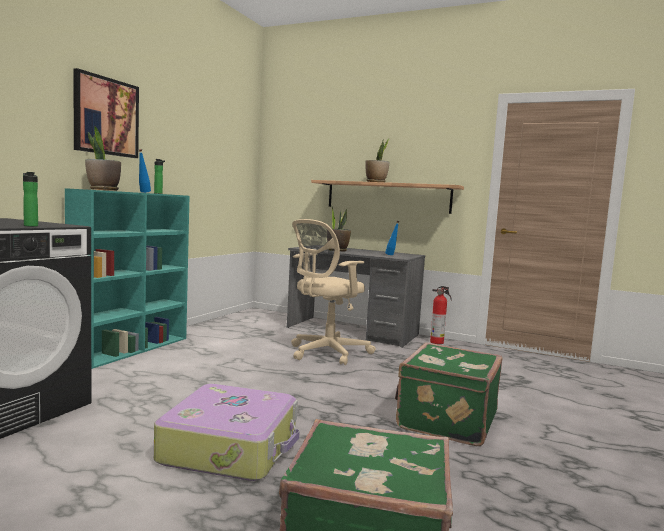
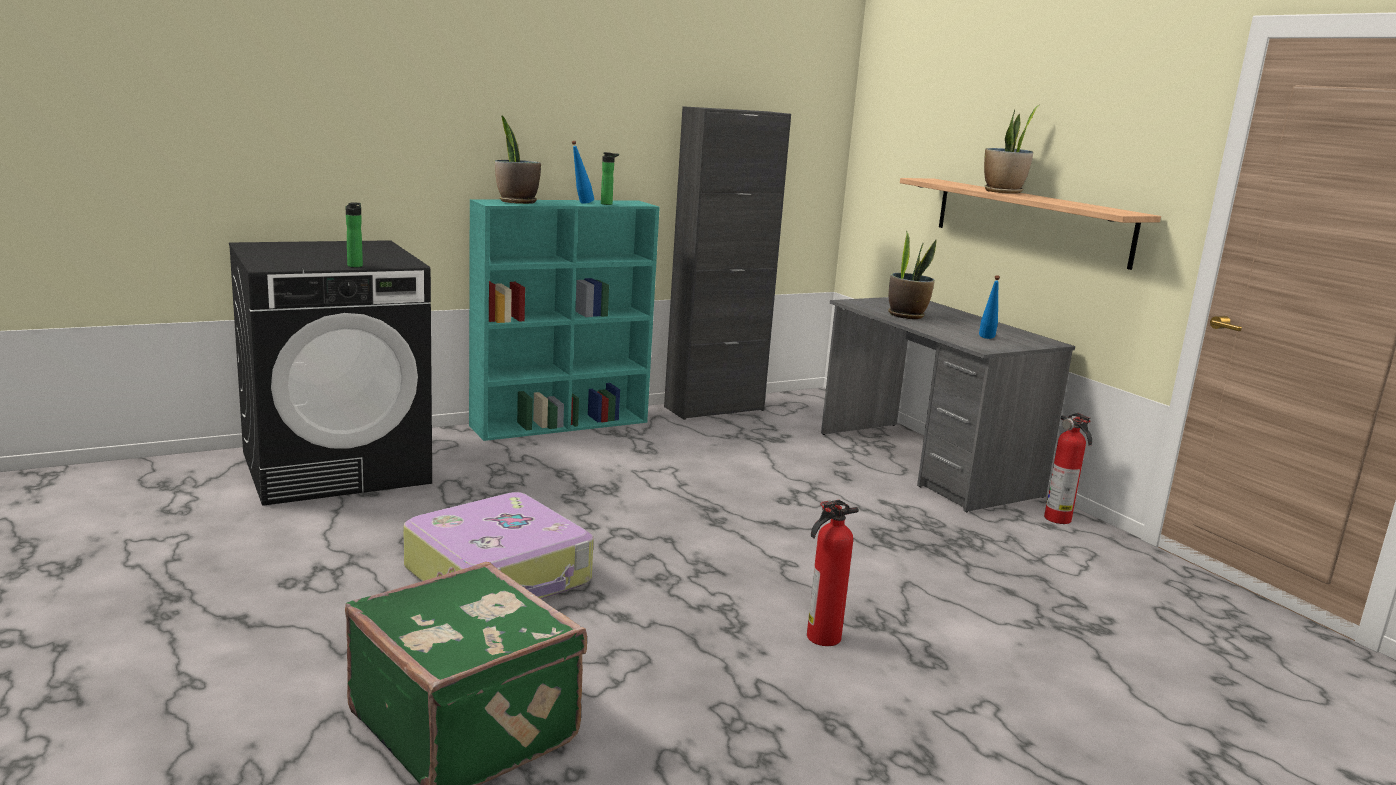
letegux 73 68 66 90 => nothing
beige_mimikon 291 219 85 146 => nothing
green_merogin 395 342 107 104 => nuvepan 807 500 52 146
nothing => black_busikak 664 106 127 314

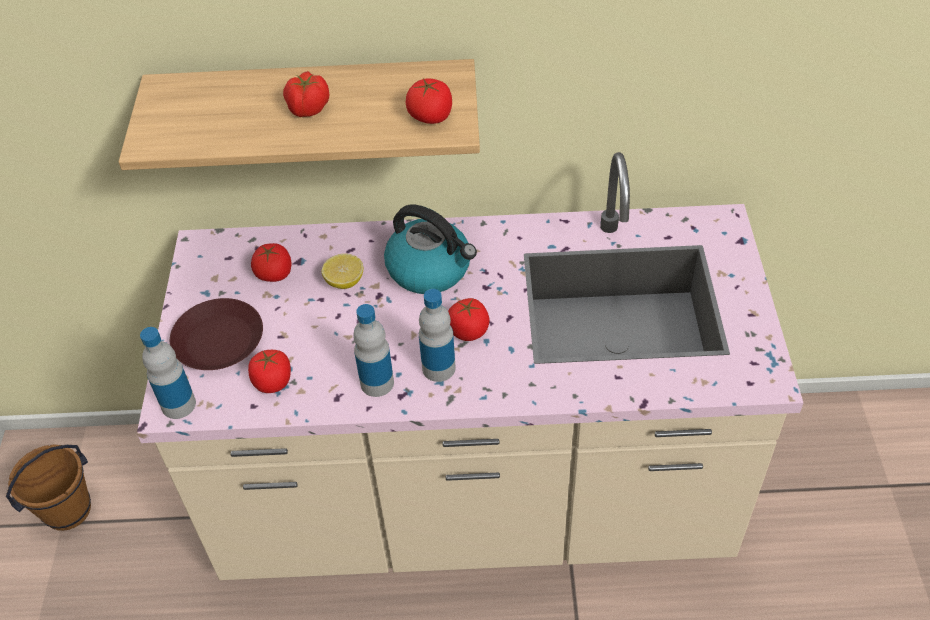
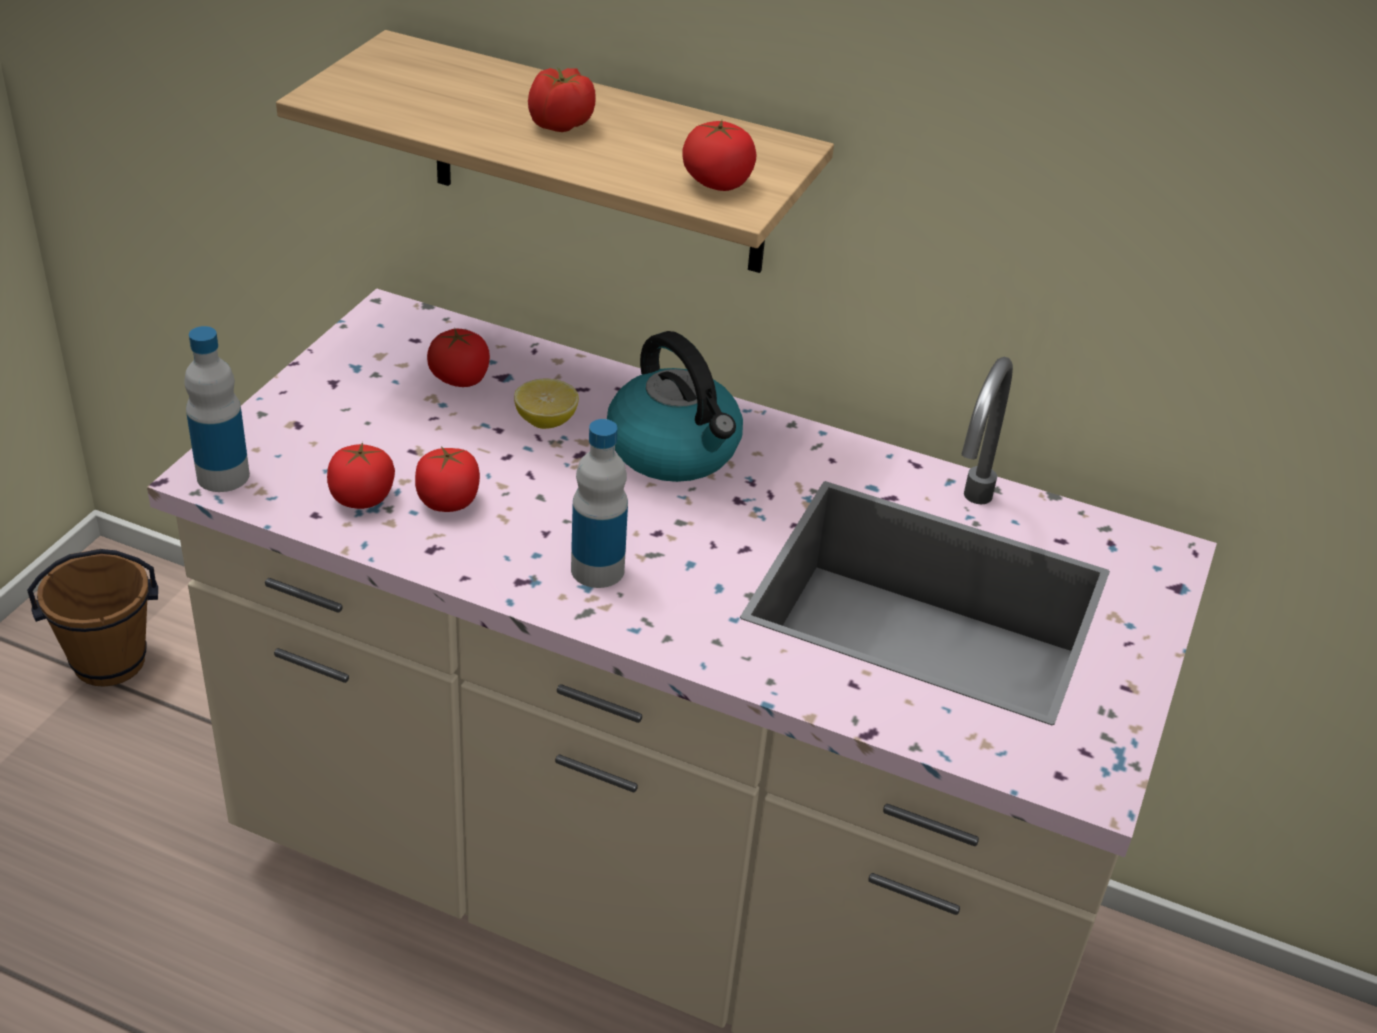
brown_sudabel 170 298 93 72 => nothing
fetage 448 298 41 43 => fetage 415 446 65 66, relocated
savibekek 353 304 41 93 => nothing

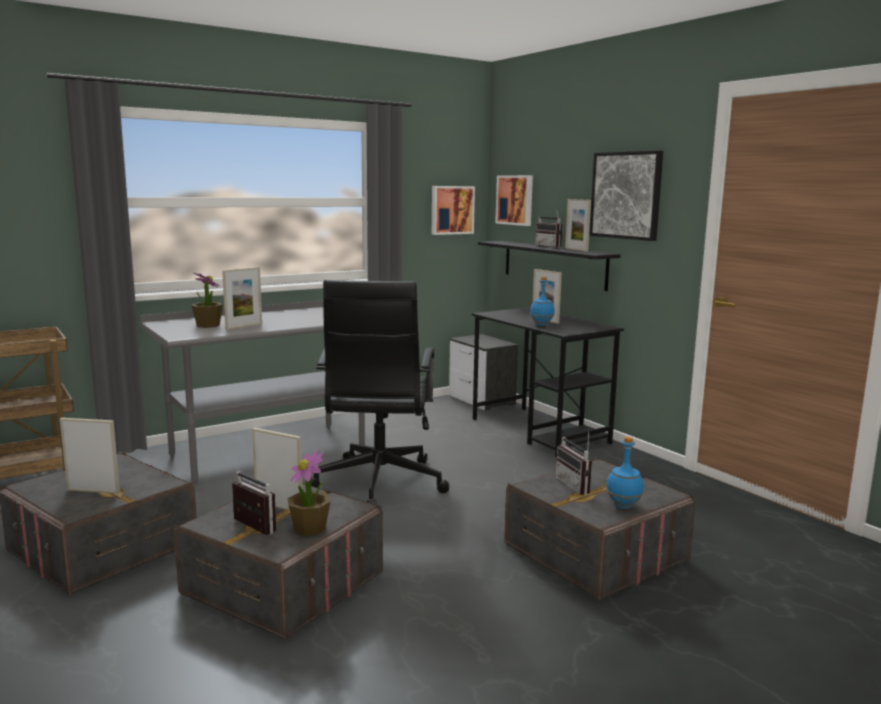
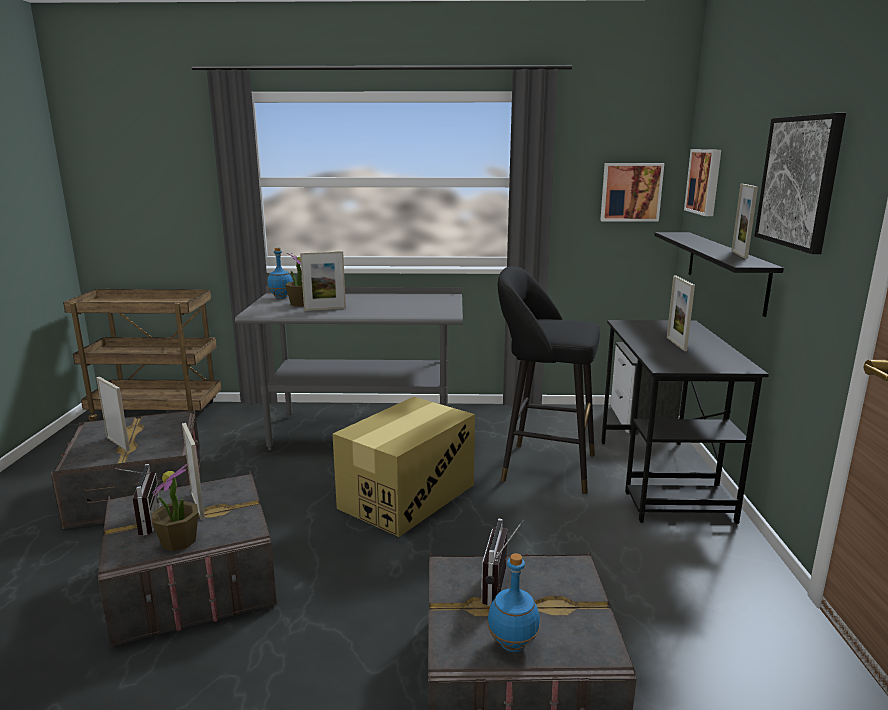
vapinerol 535 209 27 39 => nothing
blue_savibekek 530 277 25 49 => blue_savibekek 267 248 26 51, relocated
black_mimikon 311 280 138 225 => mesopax 332 397 143 140
nothing => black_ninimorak 498 266 102 228

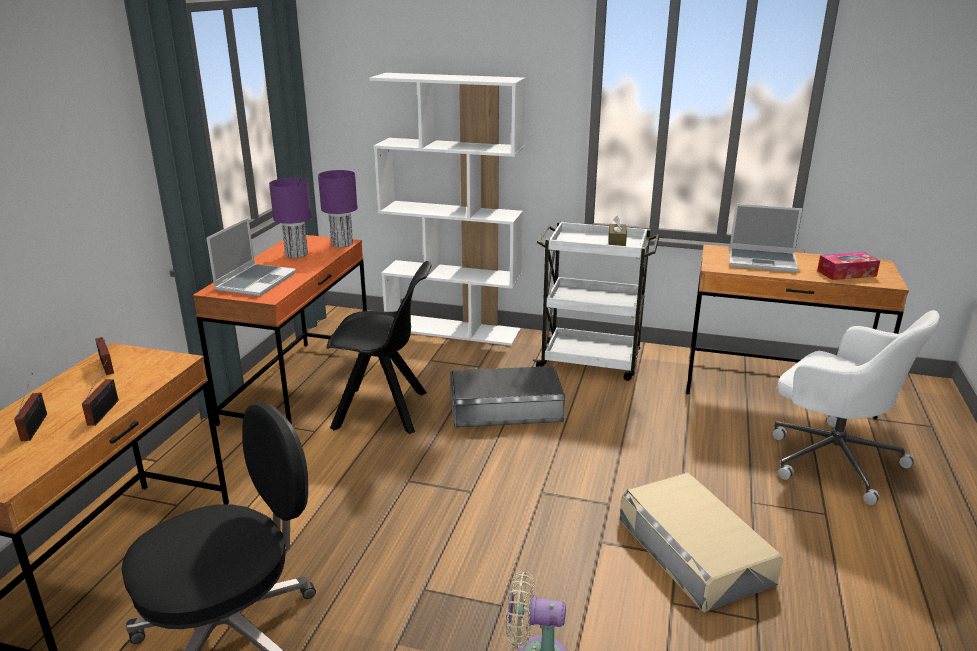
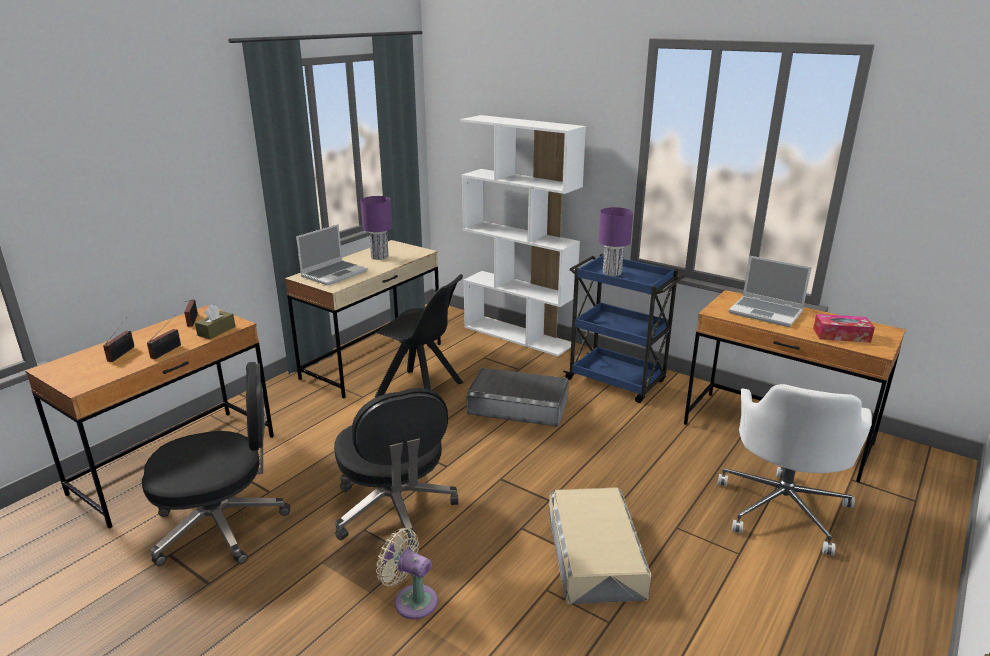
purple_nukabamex 318 170 39 78 => purple_nukabamex 599 207 34 69, relocated
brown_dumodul 608 216 19 30 => brown_dumodul 195 305 41 34, relocated
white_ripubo 533 221 127 160 => blue_ripubo 563 254 121 149
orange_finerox 193 235 174 191 => beige_finerox 285 240 156 159
white_mimikon 773 310 167 195 => white_mimikon 718 384 154 172, 45 degrees clockwise
nothing => black_mimikon 334 388 125 162

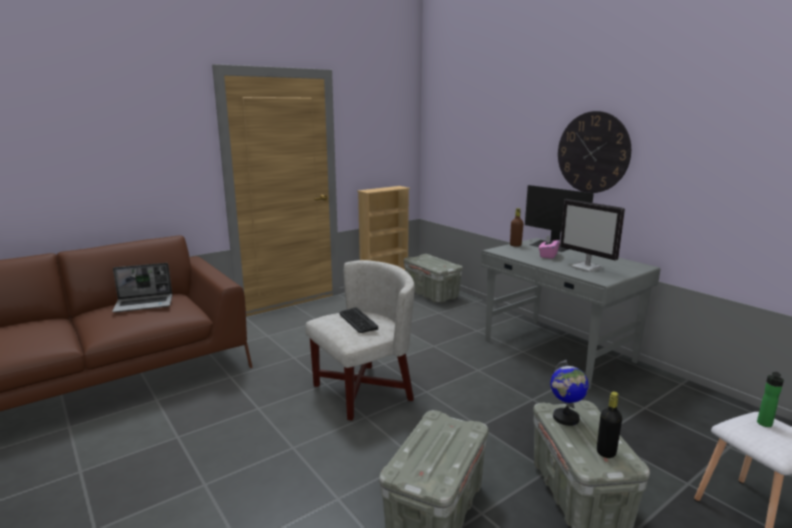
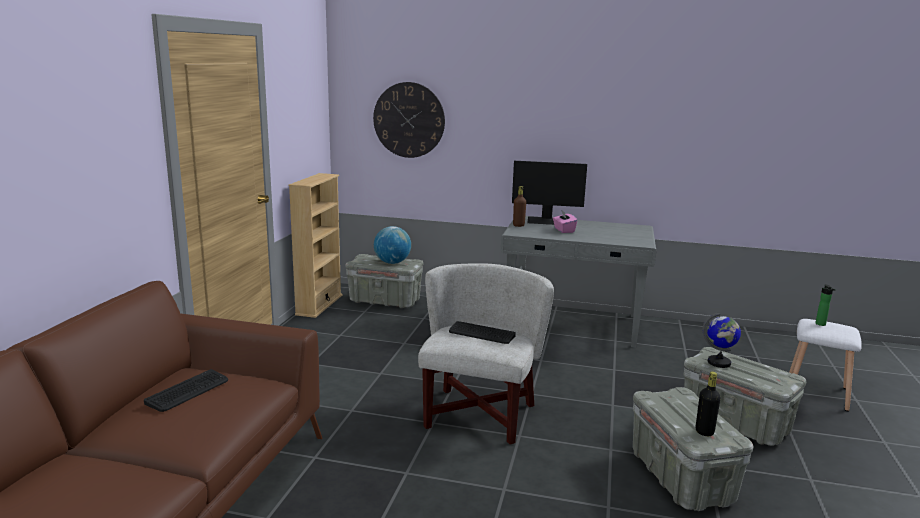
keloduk 558 111 73 82 => keloduk 373 82 72 76, relocated
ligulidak 560 199 65 73 => nothing
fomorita 112 263 60 49 => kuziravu 144 369 84 43
black_savibekek 597 392 25 66 => black_savibekek 696 371 25 65, relocated
nothing => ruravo 374 226 37 38

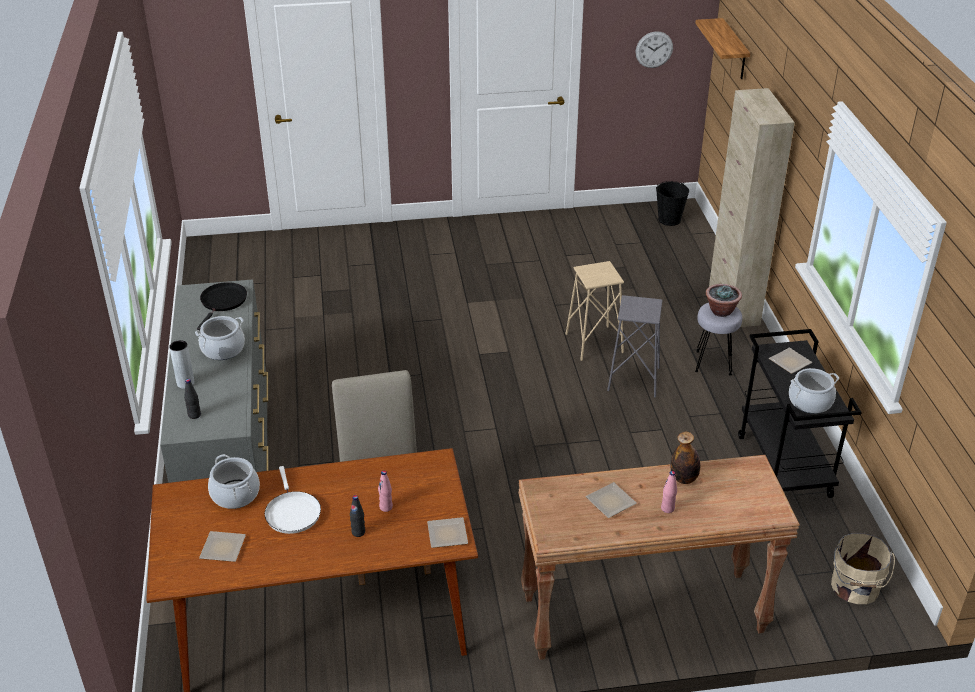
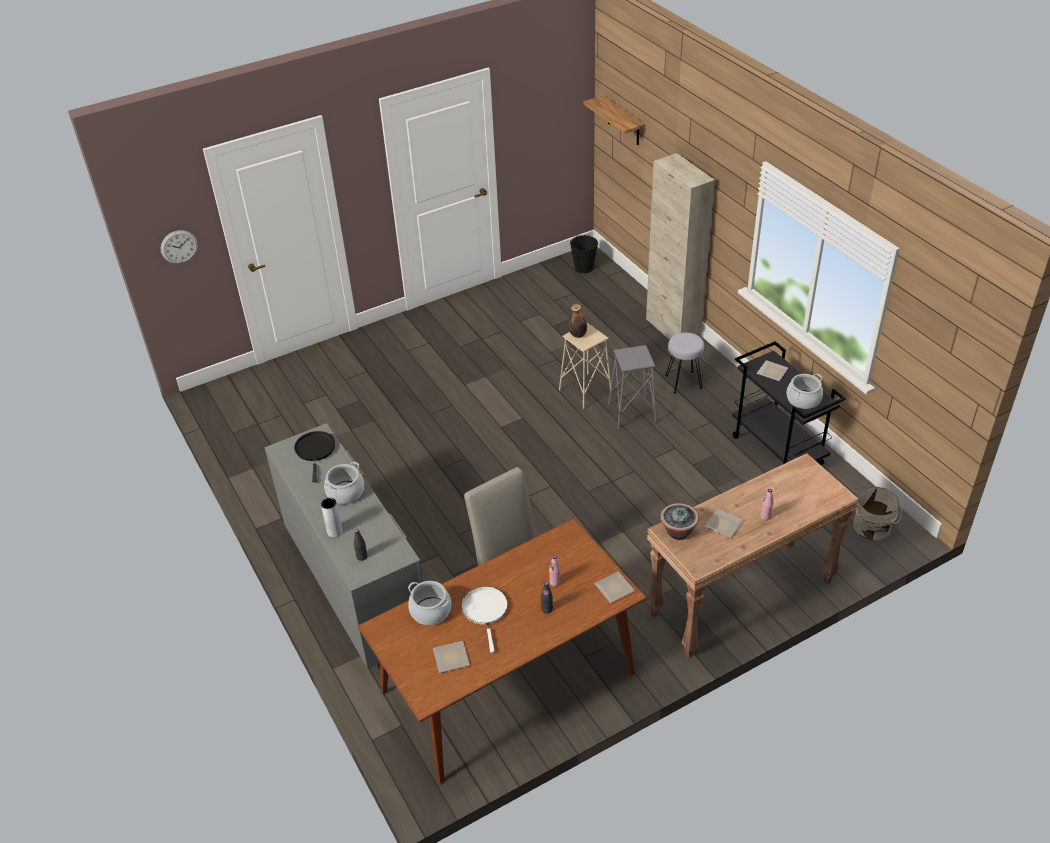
keloduk 636 31 37 37 => keloduk 160 230 38 34, relocated
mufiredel 706 284 36 33 => mufiredel 660 503 39 37, relocated
savibekek 670 432 30 52 => savibekek 568 304 19 34, relocated
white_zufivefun 264 466 57 68 => white_zufivefun 461 586 47 67, 150 degrees counterclockwise

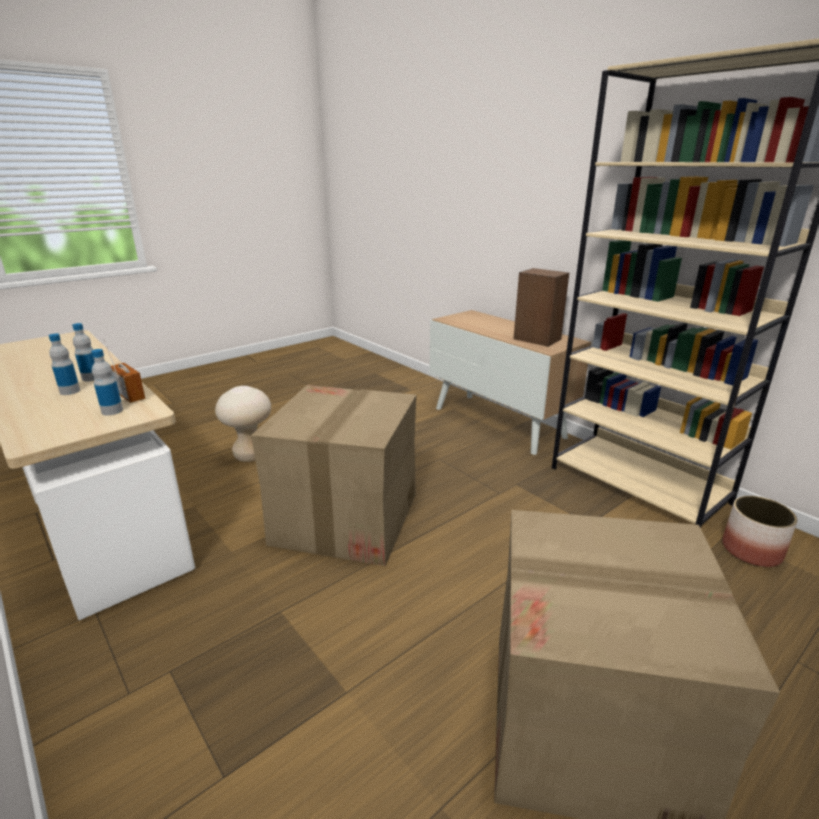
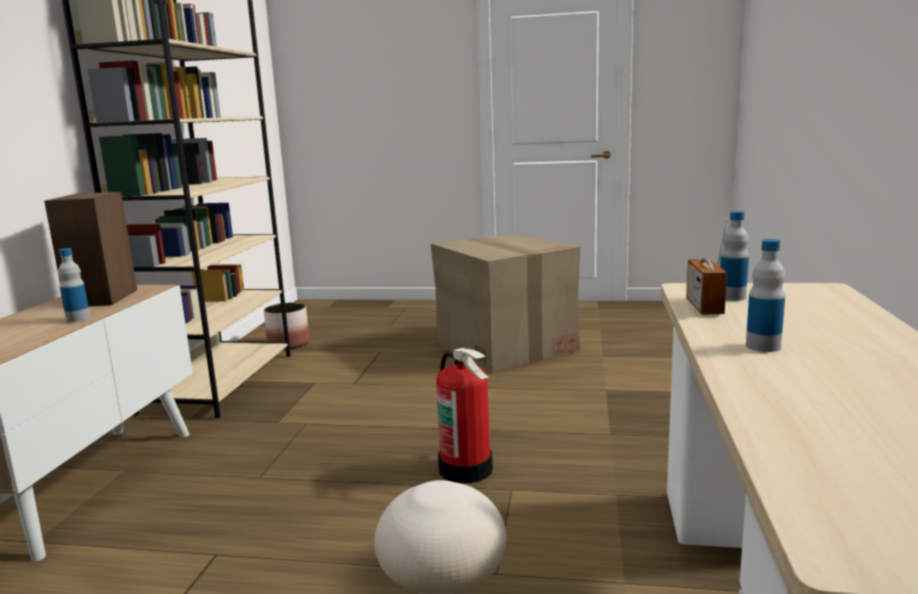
savibekek 49 333 31 62 => savibekek 58 248 32 74, relocated
mesopax 251 385 165 181 => nuvepan 436 348 57 135

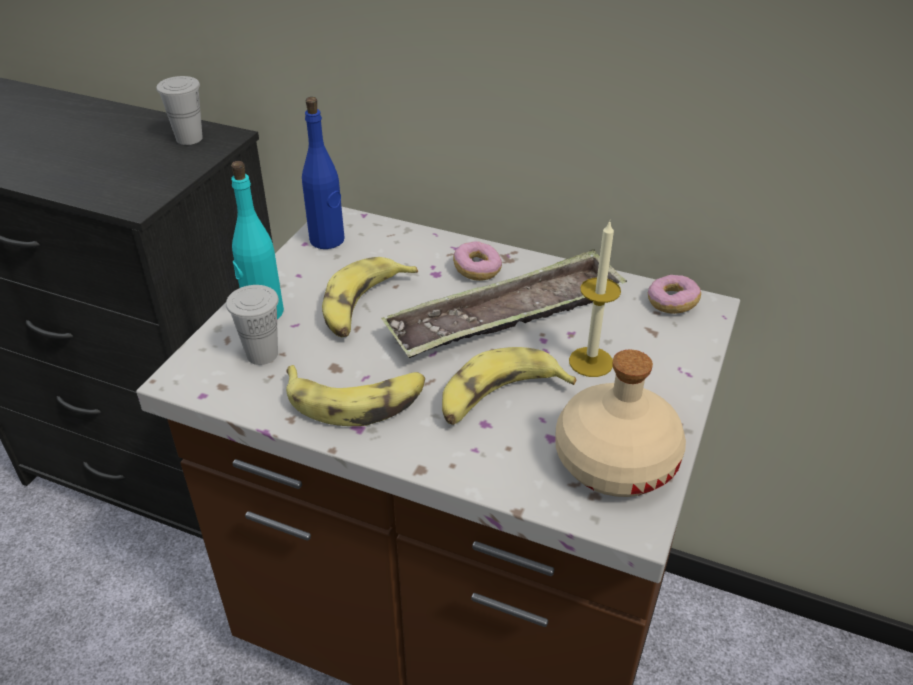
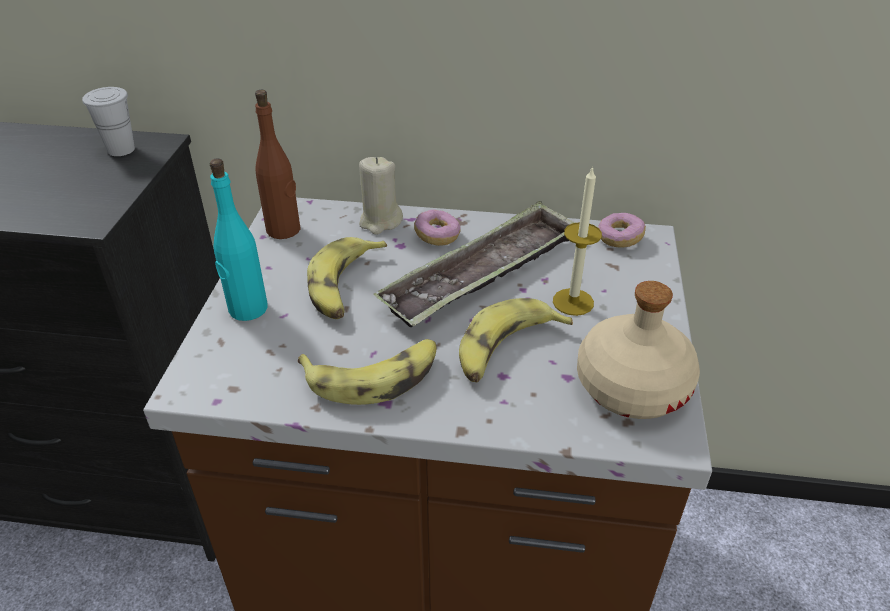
blue_savibekek 302 97 43 152 => brown_savibekek 255 90 46 149
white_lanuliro 226 285 53 80 => nothing
nothing => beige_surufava 359 157 44 78

